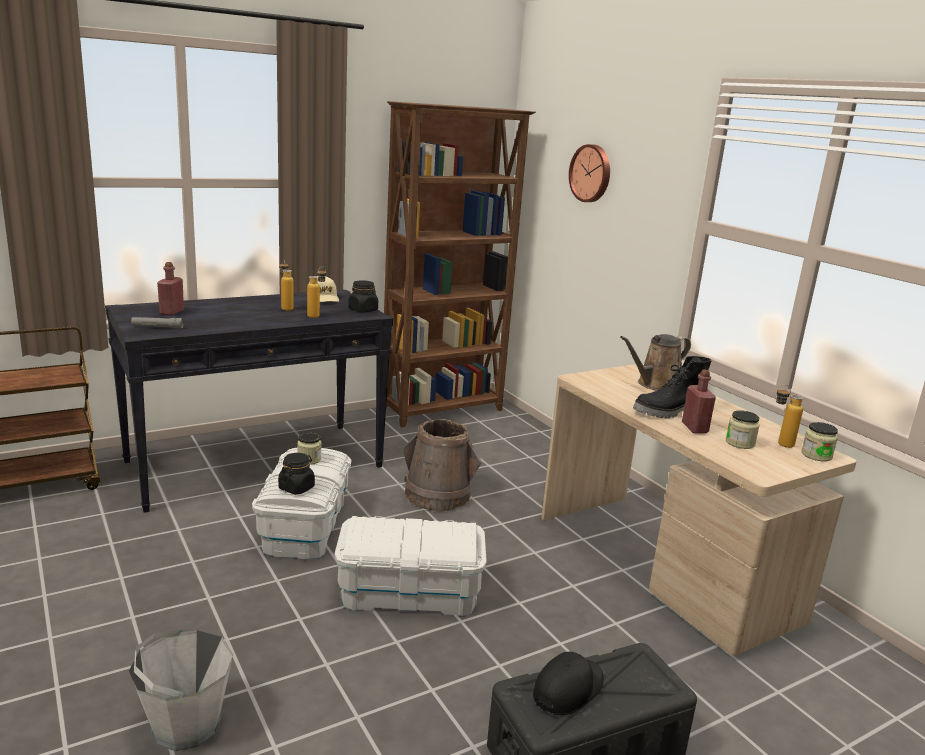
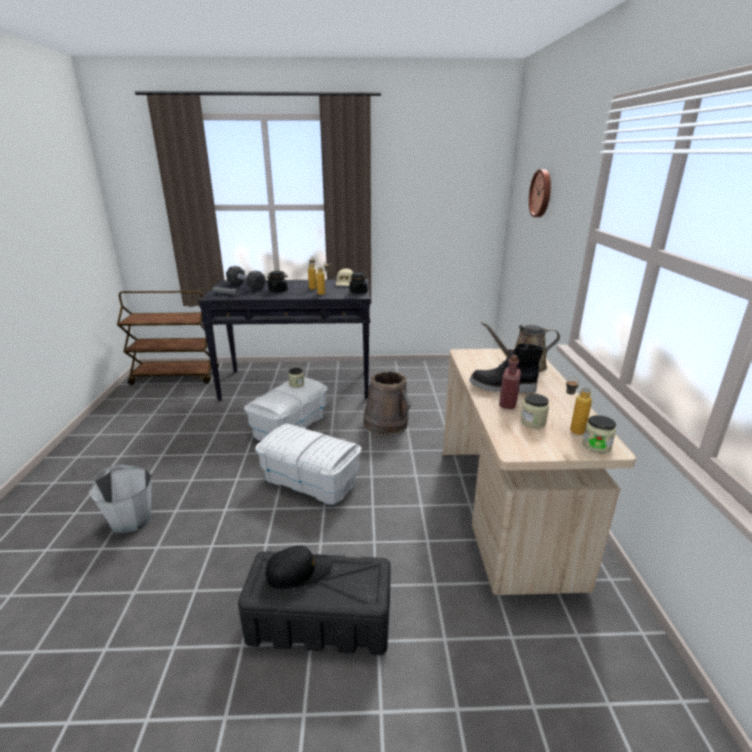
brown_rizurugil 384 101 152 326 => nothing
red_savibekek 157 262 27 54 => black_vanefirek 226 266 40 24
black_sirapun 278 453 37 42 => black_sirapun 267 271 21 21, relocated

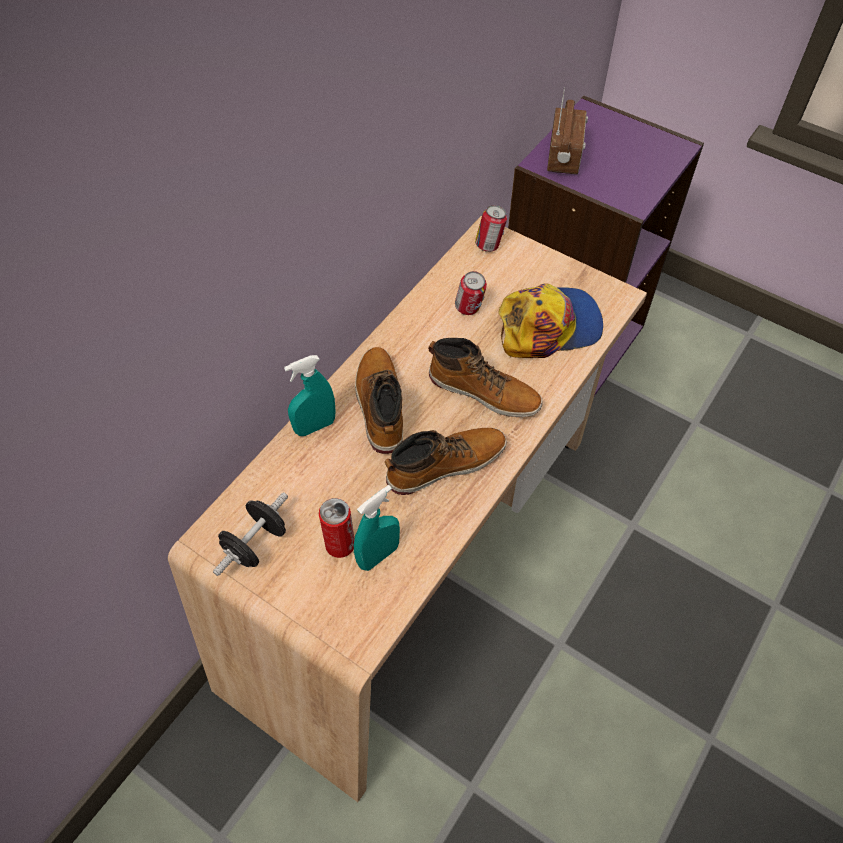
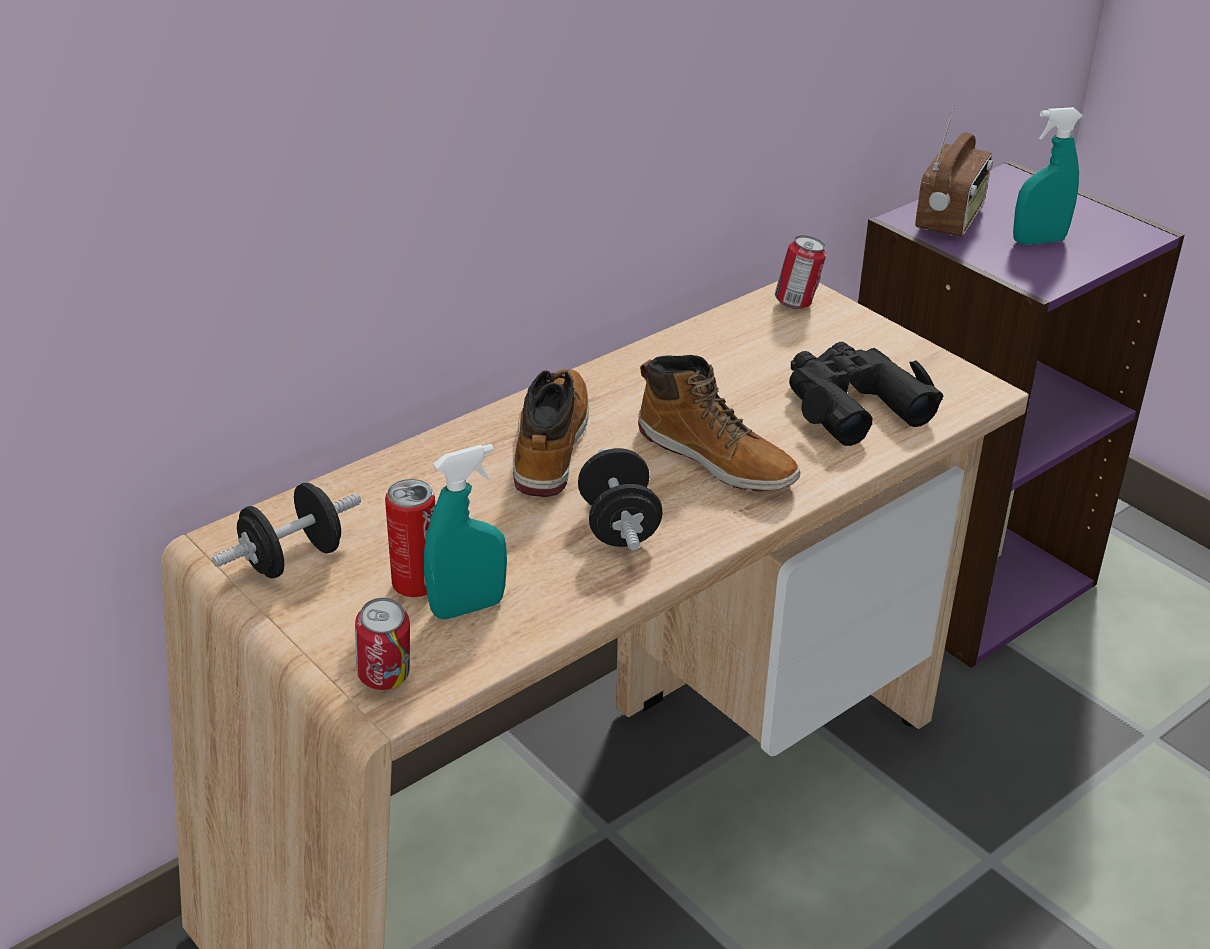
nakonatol 455 271 32 44 => nakonatol 355 598 55 92, relocated
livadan 498 283 105 75 => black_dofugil 789 342 154 104
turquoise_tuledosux 284 355 52 81 => turquoise_tuledosux 1013 107 70 138, relocated
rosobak 385 428 122 67 => black_vanefirek 578 448 84 103

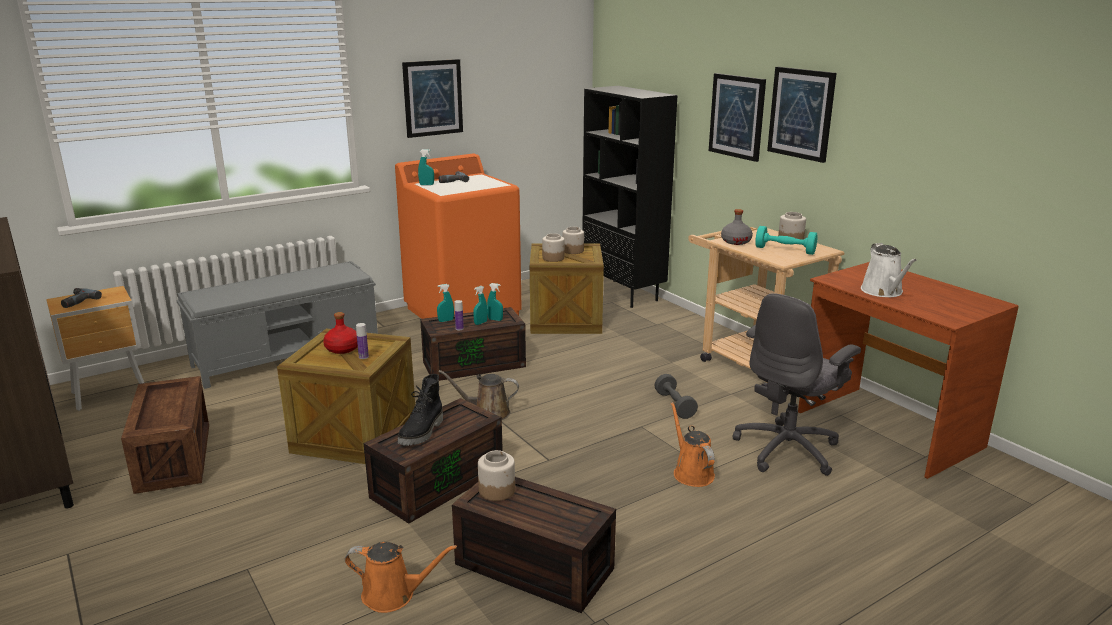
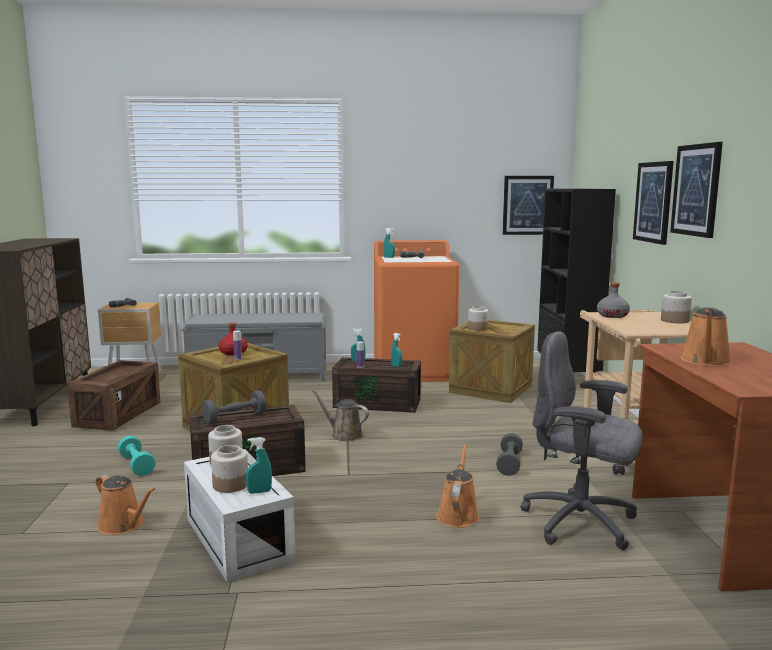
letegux 402 59 61 79 => letegux 503 176 51 59, relocated
turquoise_vanefirek 755 226 63 29 => turquoise_vanefirek 118 436 37 40, relocated
sirapun 563 227 21 27 => sirapun 211 445 37 48, relocated
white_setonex 861 243 56 54 => orange_setonex 681 307 51 59
turquoise_tuledosux 473 286 15 39 => turquoise_tuledosux 246 437 26 57, relocated
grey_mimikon 732 293 129 183 => grey_mimikon 521 331 122 219, 45 degrees clockwise
black_rosobak 398 374 45 72 => grey_vanefirek 202 390 64 34
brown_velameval 452 477 164 136 => white_velameval 184 449 112 134

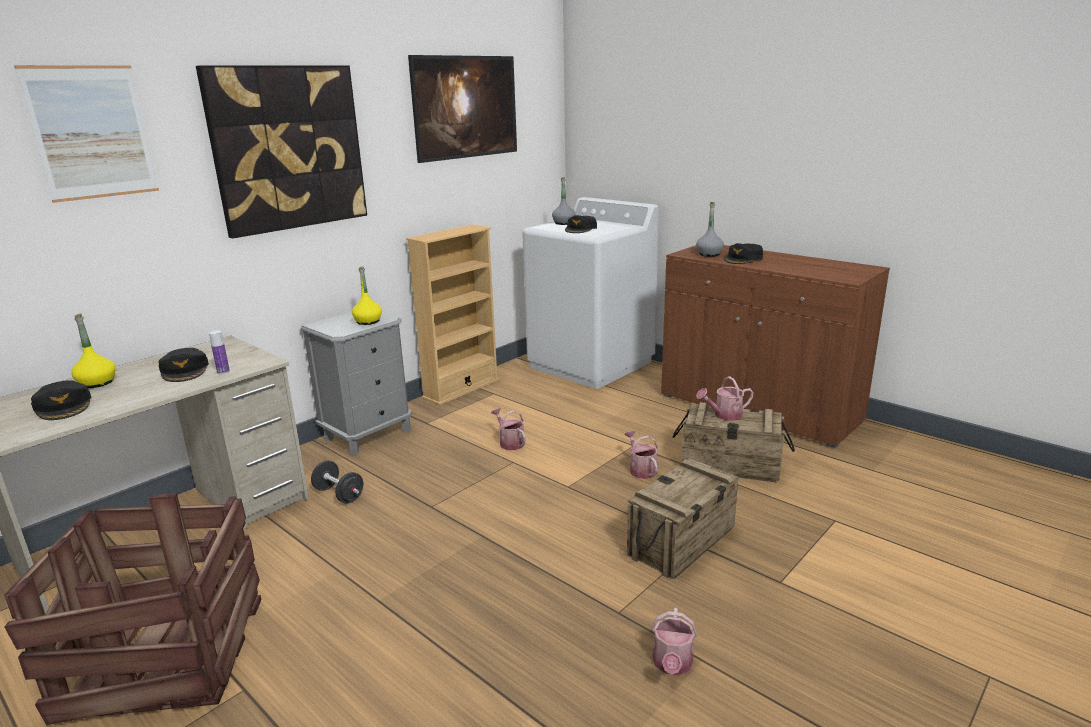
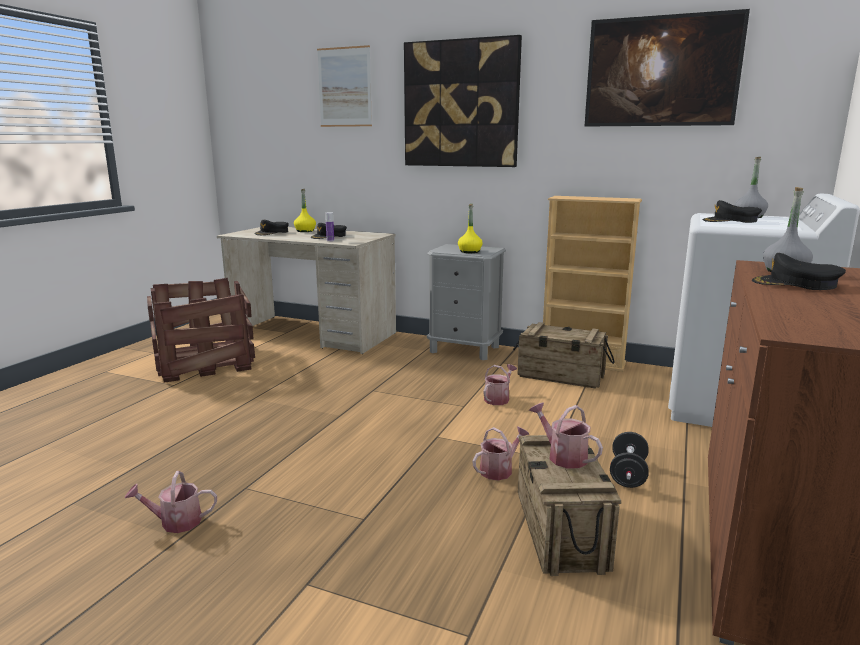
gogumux 627 458 112 121 => gogumux 513 322 101 67, relocated
black_vanefirek 311 460 52 44 => black_vanefirek 610 432 39 56, relocated

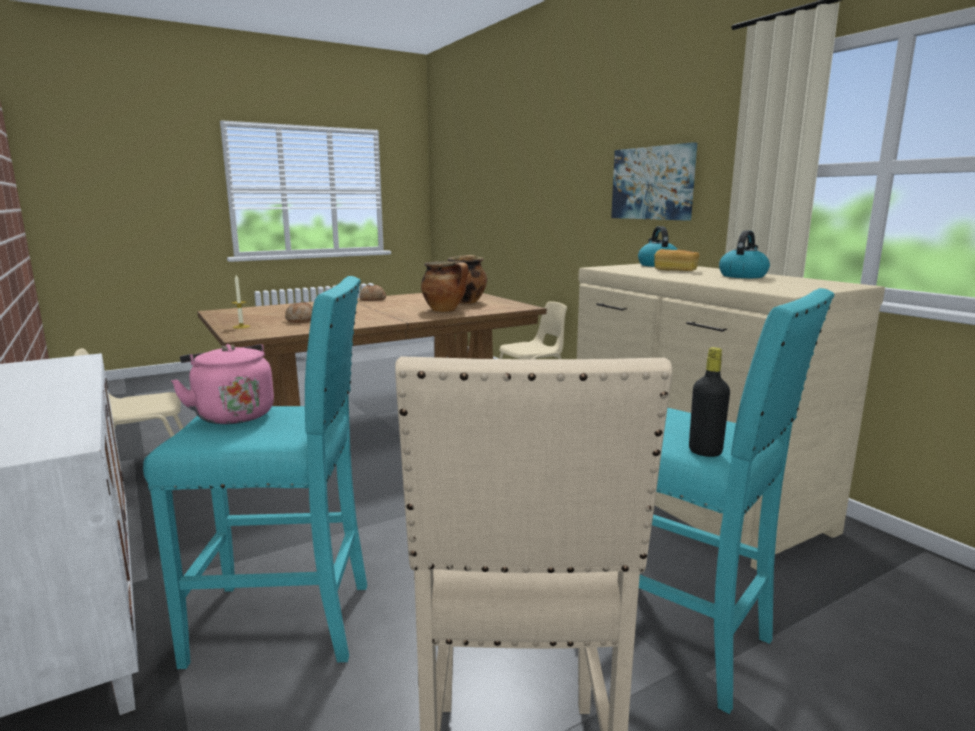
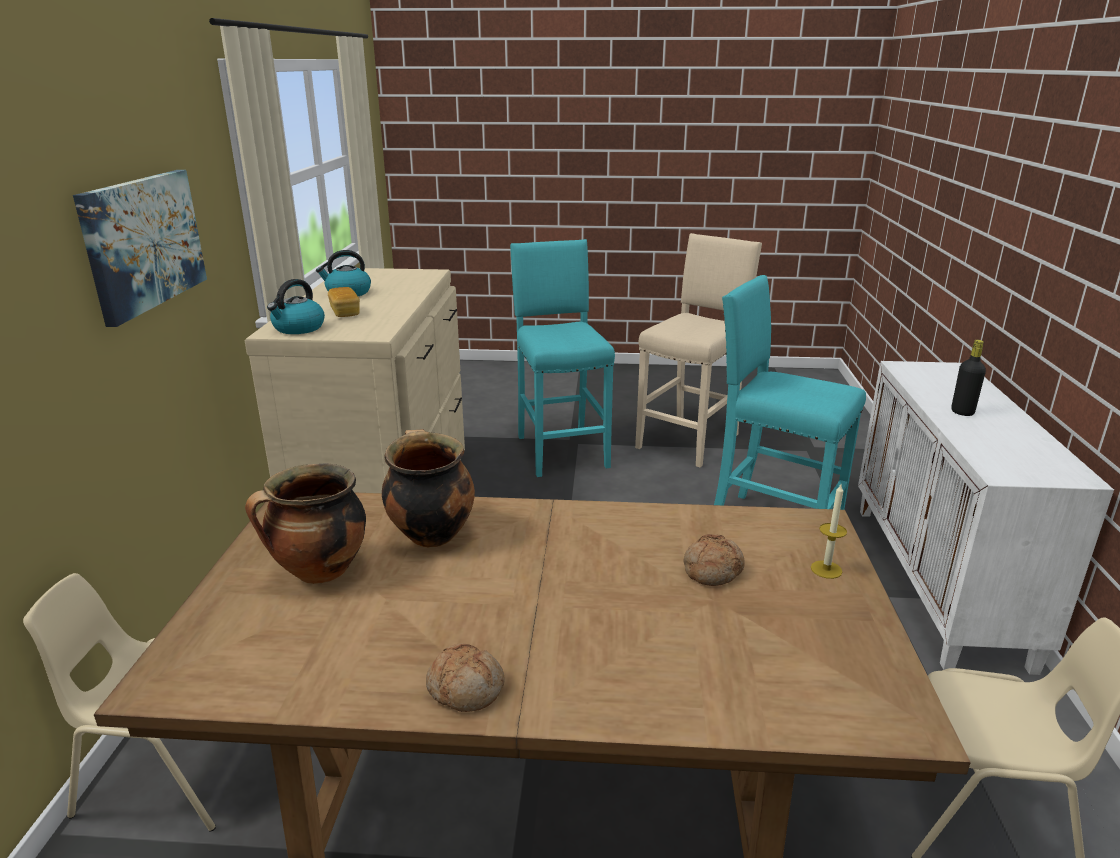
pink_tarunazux 171 344 103 80 => nothing
black_savibekek 689 347 41 110 => black_savibekek 951 340 35 76, relocated

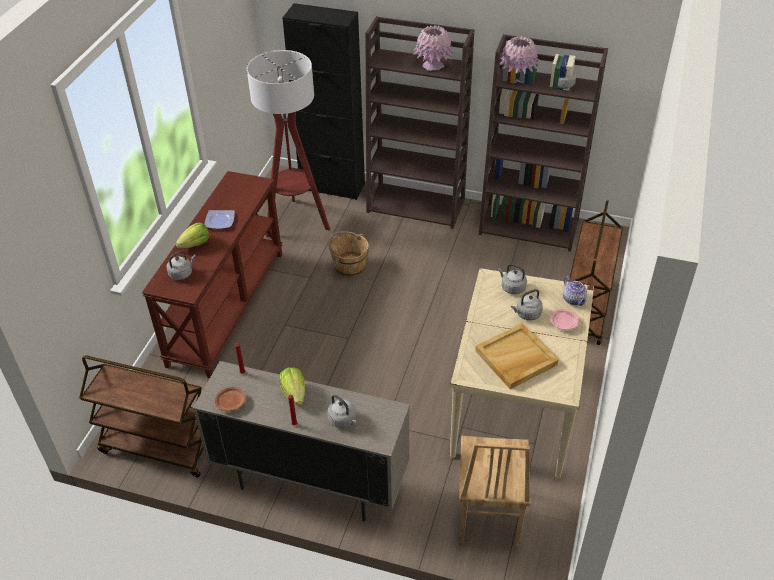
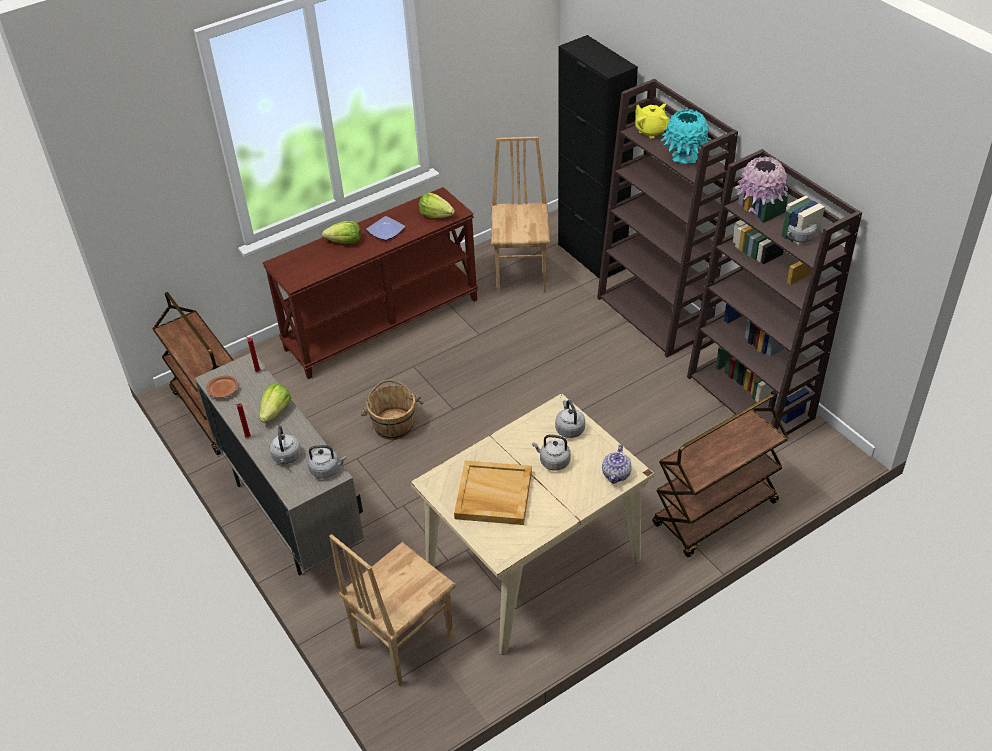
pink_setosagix 414 25 40 46 => turquoise_setosagix 660 109 52 55
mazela 247 50 83 188 => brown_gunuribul 491 136 59 158
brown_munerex 328 231 41 46 => brown_munerex 361 379 62 61, relocated
grey_tarunazux 167 251 29 29 => grey_tarunazux 308 445 38 34, relocated
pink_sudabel 550 309 29 21 => nothing
nothing => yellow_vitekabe 635 104 34 34
nothing => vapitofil 419 193 36 25

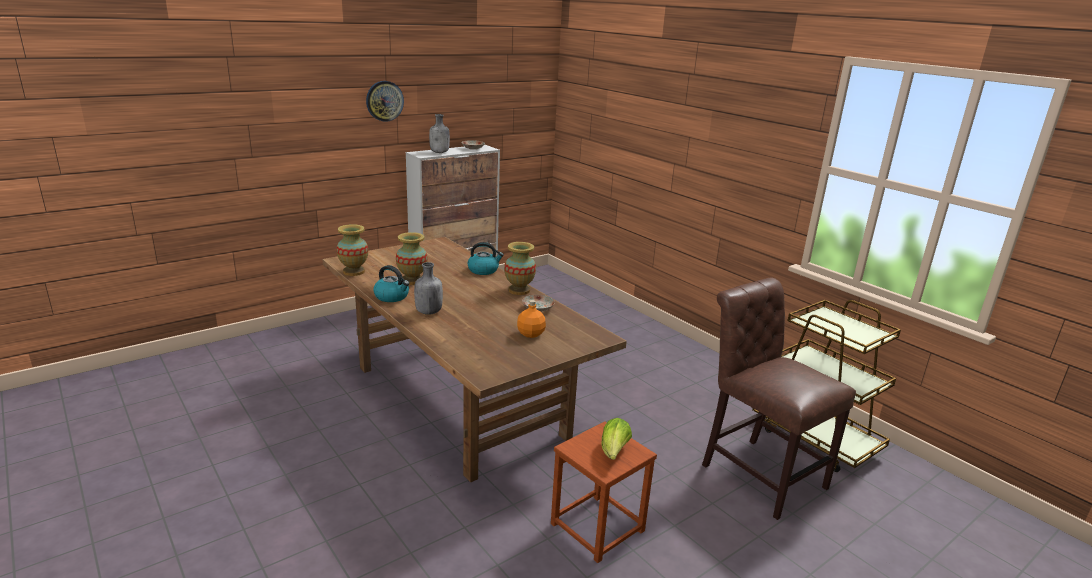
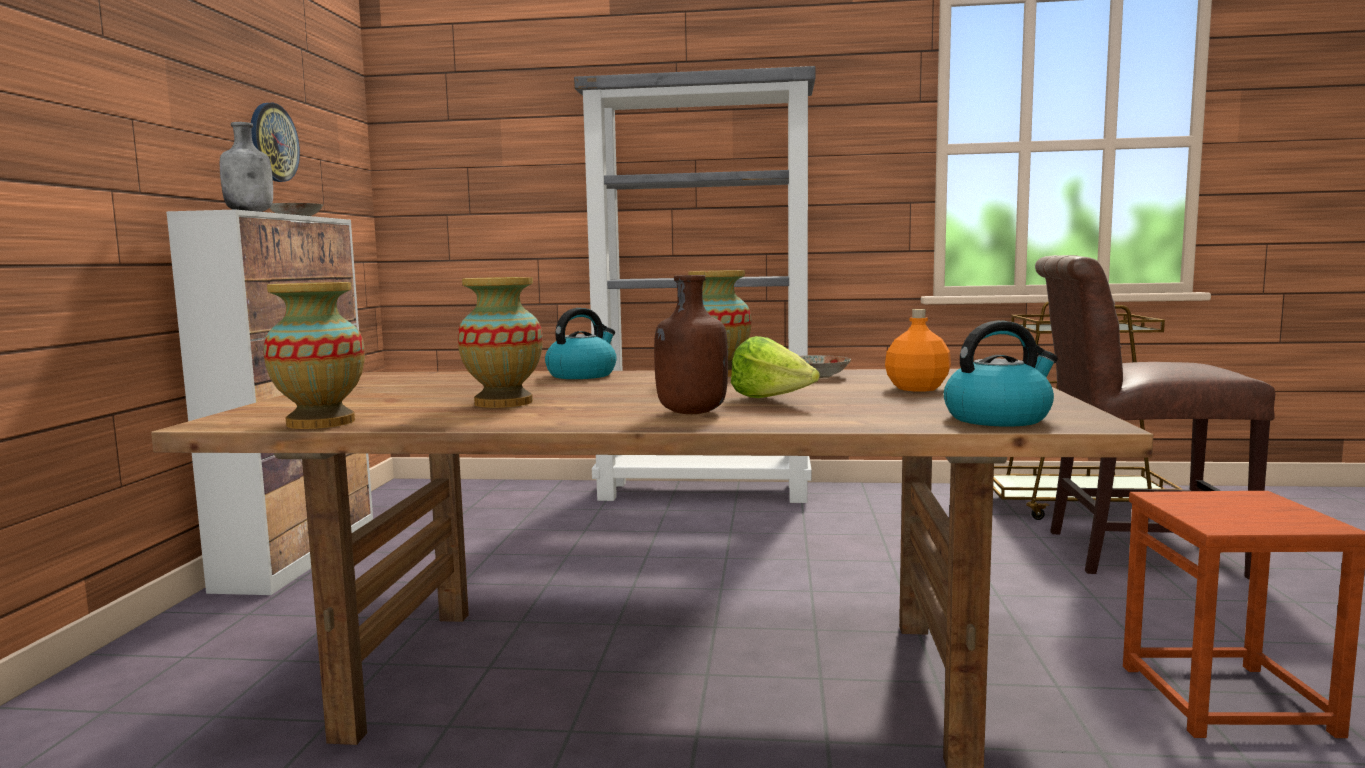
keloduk 366 81 38 41 => keloduk 251 103 49 79, relocated
grey_savibekek 414 262 29 53 => brown_savibekek 654 275 74 139
tarunazux 373 265 36 37 => tarunazux 944 321 114 106, relocated
vapitofil 601 418 31 42 => vapitofil 731 336 89 62, relocated
nothing => grey_rizurugil 574 66 242 437

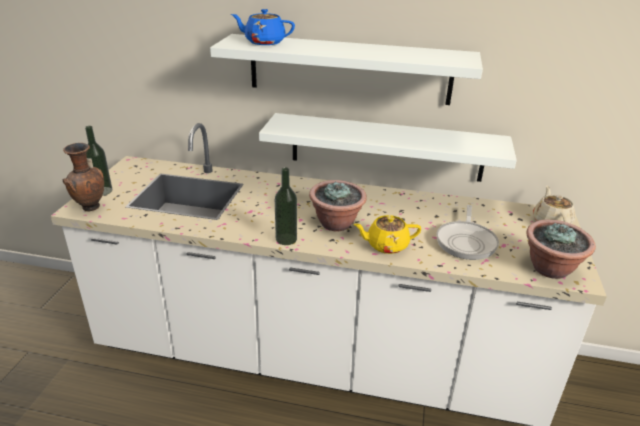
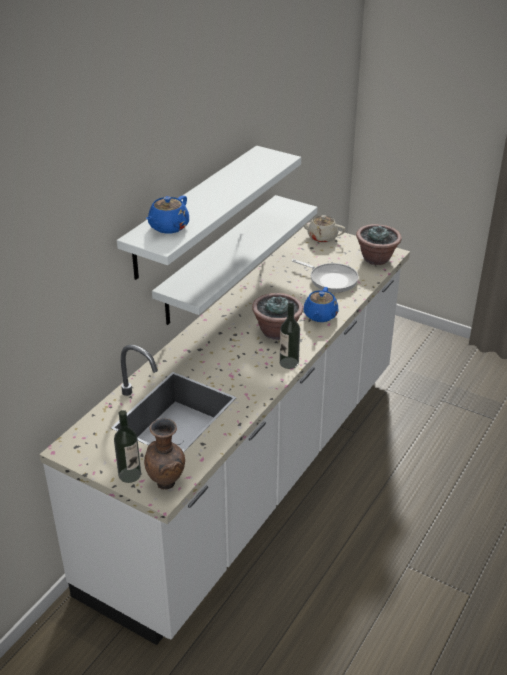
yellow_vitekabe 353 215 68 39 => blue_vitekabe 304 287 34 35

